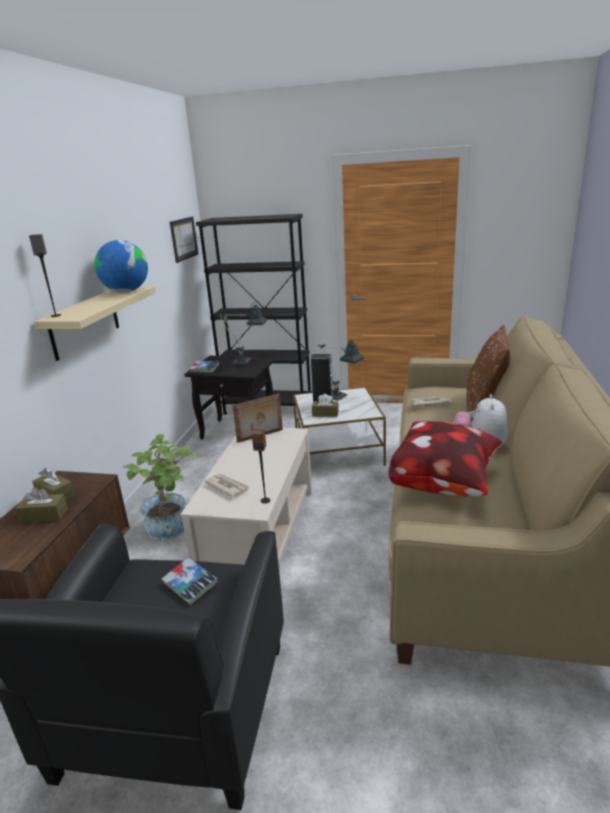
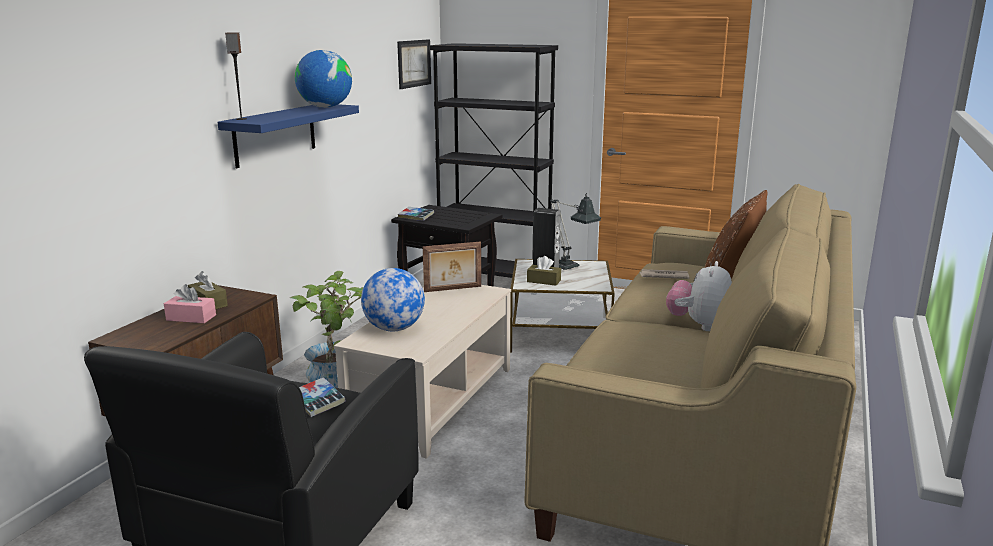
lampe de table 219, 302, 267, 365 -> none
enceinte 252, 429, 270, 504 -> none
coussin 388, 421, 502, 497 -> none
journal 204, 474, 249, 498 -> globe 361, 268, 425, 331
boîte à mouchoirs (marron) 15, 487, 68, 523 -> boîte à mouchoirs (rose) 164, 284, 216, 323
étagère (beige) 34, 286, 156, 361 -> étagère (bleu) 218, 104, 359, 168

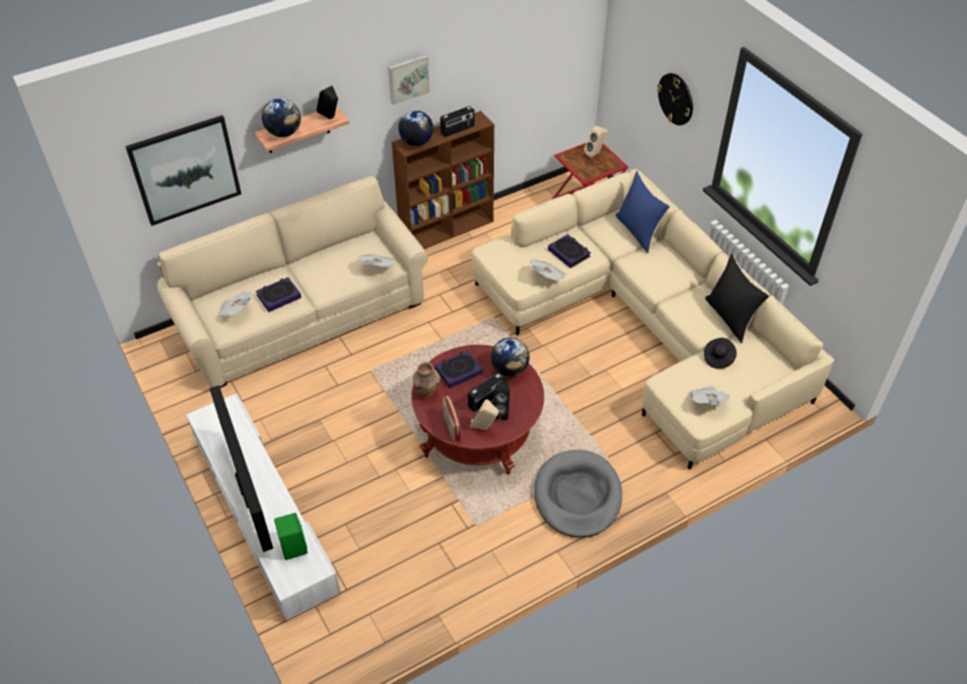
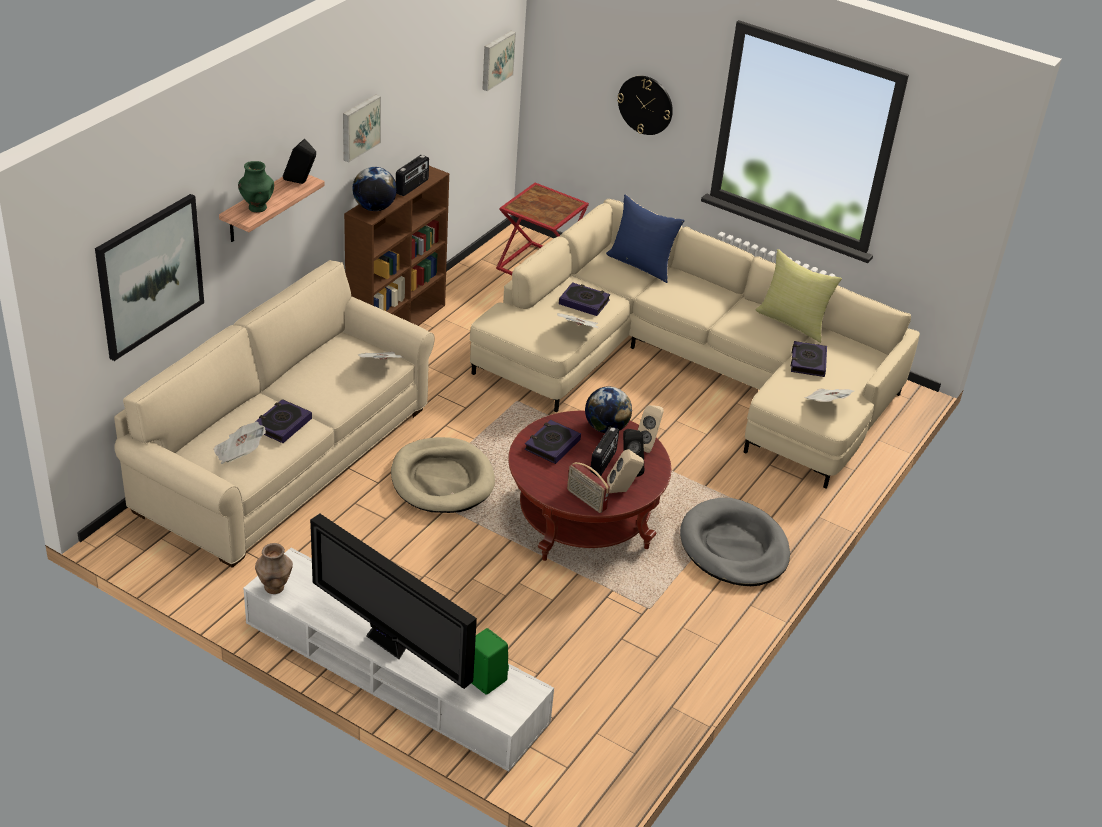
none -> panier pour chien (beige) 391, 437, 495, 513
none -> tableau 482, 31, 516, 91
vase (marron) 413, 362, 440, 398 -> vase (marron) 255, 543, 293, 594, relocated
enceinte (beige) 584, 126, 607, 158 -> enceinte (beige) 638, 405, 664, 453, relocated
globe 262, 98, 301, 137 -> vase (vert) 238, 161, 274, 213
chapeau (noir) 704, 338, 737, 369 -> livre 791, 341, 827, 377
coussin (noir) 705, 254, 769, 343 -> coussin (jaune) 755, 249, 842, 343

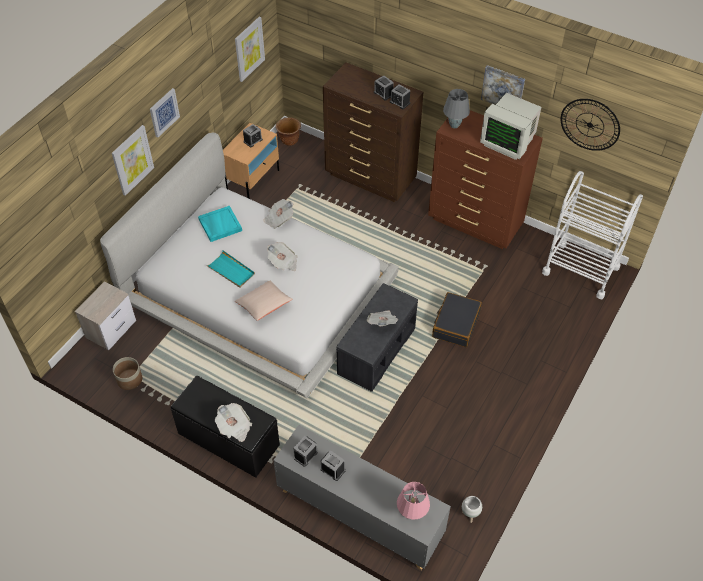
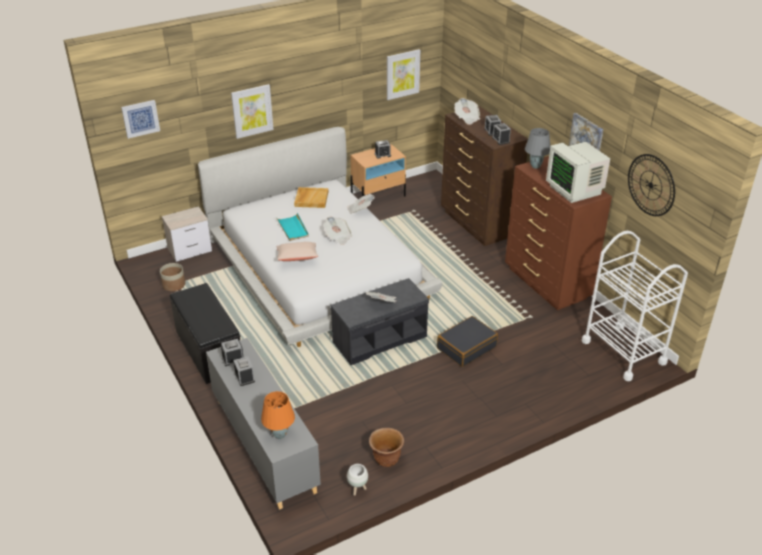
tableau 150, 88, 180, 137 -> tableau 121, 100, 160, 139, relocated
journal 215, 403, 252, 442 -> journal 454, 98, 480, 125, relocated
cache-pot (marron) 276, 117, 301, 146 -> cache-pot (marron) 369, 428, 404, 467, relocated
plateau (turquoise) 198, 206, 242, 242 -> plateau (beige) 294, 187, 328, 208
lampe de table (rose) 397, 482, 430, 519 -> lampe de table (orange) 261, 391, 295, 439

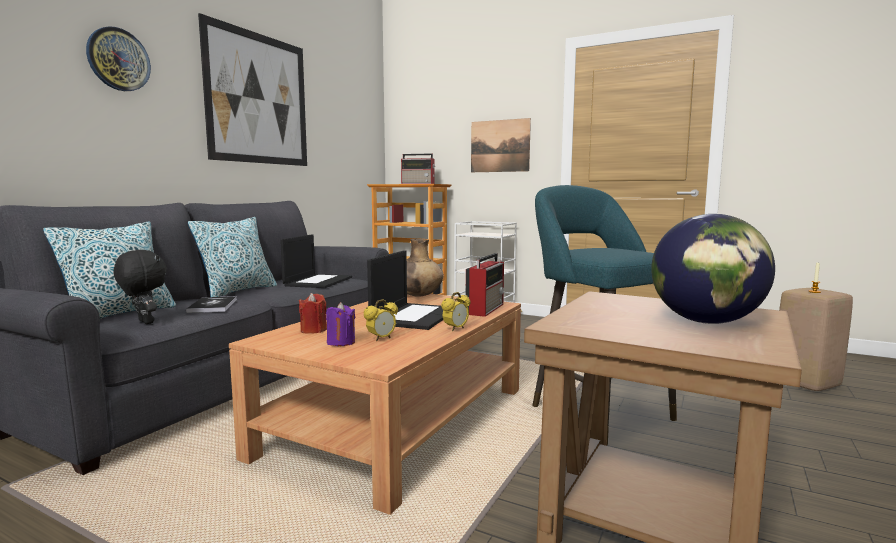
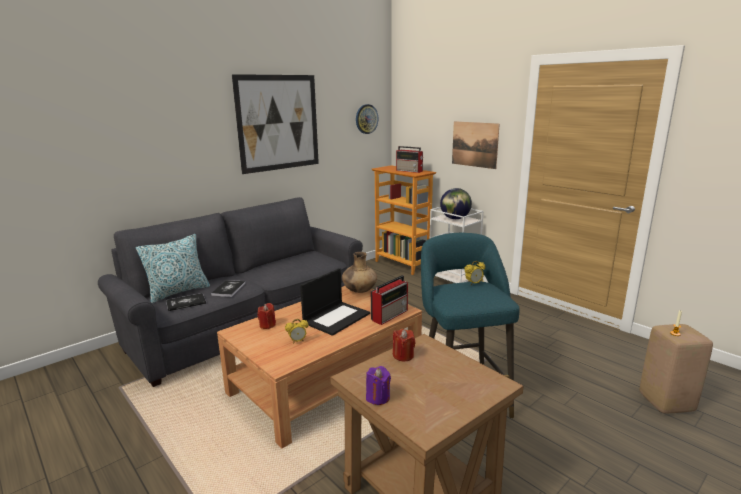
coussin 188, 217, 277, 297 -> none
ordinateur portable 280, 234, 352, 288 -> none
none -> bougie (rouge) 393, 329, 416, 361
horloge murale 86, 26, 151, 91 -> horloge murale 356, 104, 379, 134, relocated
bougie (violet) 326, 302, 355, 346 -> bougie (violet) 366, 366, 391, 405, relocated
réveil 441, 292, 471, 331 -> réveil 464, 261, 485, 285, relocated
globe 651, 214, 775, 324 -> globe 440, 188, 472, 219, relocated
peluche (noir) 113, 250, 167, 324 -> livre 166, 293, 206, 311

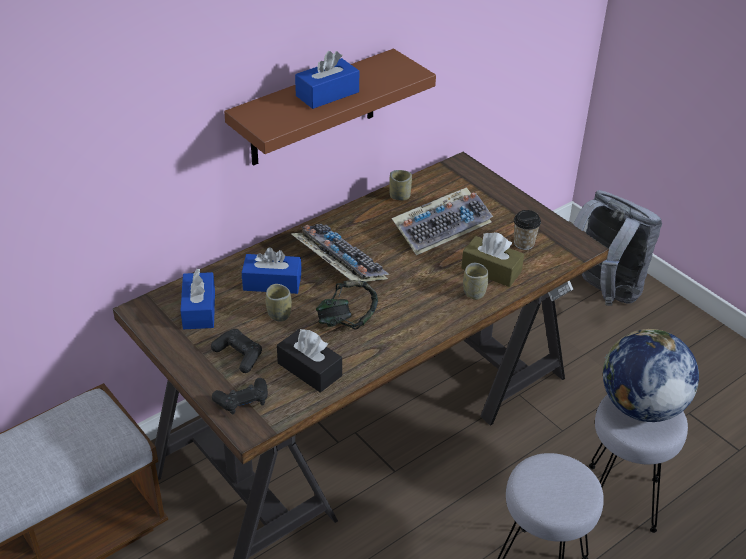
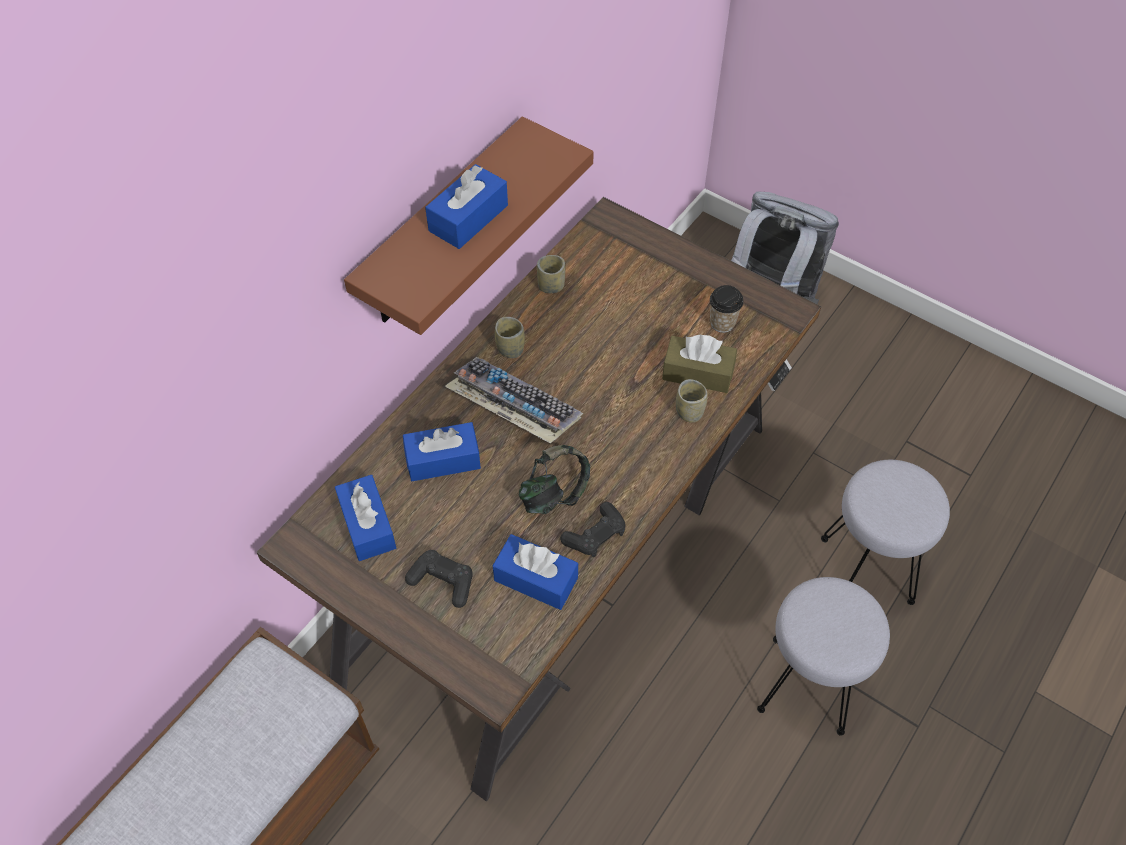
clavier 392, 187, 493, 255 -> none
globe 603, 329, 699, 422 -> none
manette (noir) 212, 378, 268, 415 -> manette (noir) 560, 502, 626, 557, relocated
tasse 266, 284, 292, 322 -> tasse 495, 317, 525, 358, relocated
boîte à mouchoirs (noir) 277, 329, 342, 392 -> boîte à mouchoirs (bleu) 493, 534, 578, 610

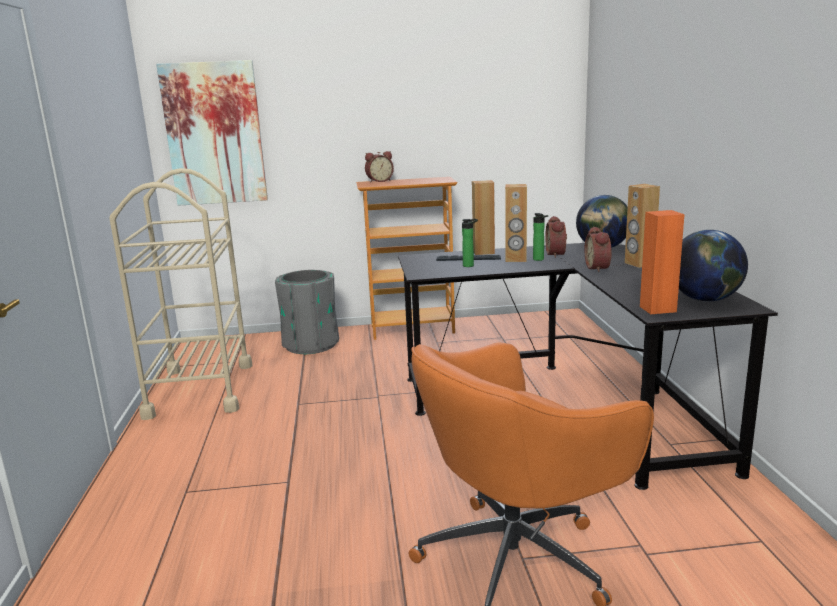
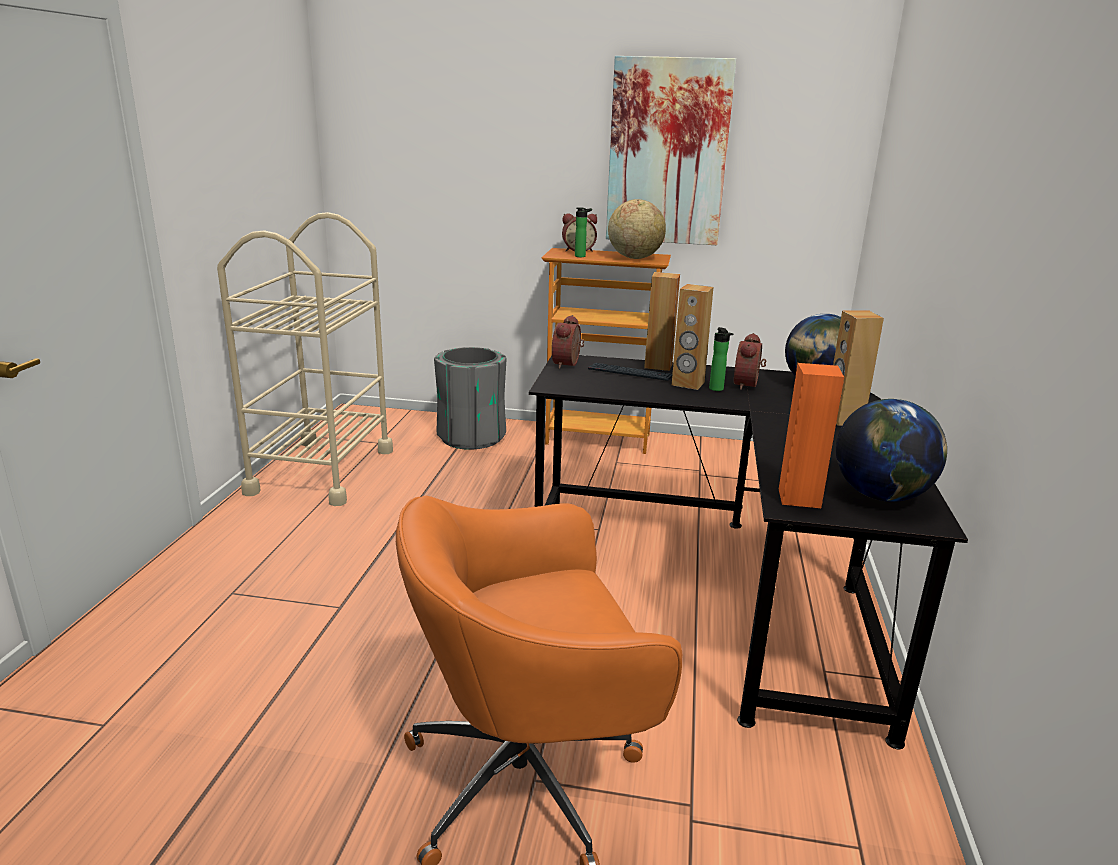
none -> globe 608, 199, 666, 259
tableau 156, 60, 268, 206 -> tableau 606, 56, 736, 245, relocated
bouteille 462, 219, 478, 267 -> bouteille 575, 207, 592, 257, relocated
réveil 584, 226, 612, 272 -> réveil 552, 315, 584, 369, relocated

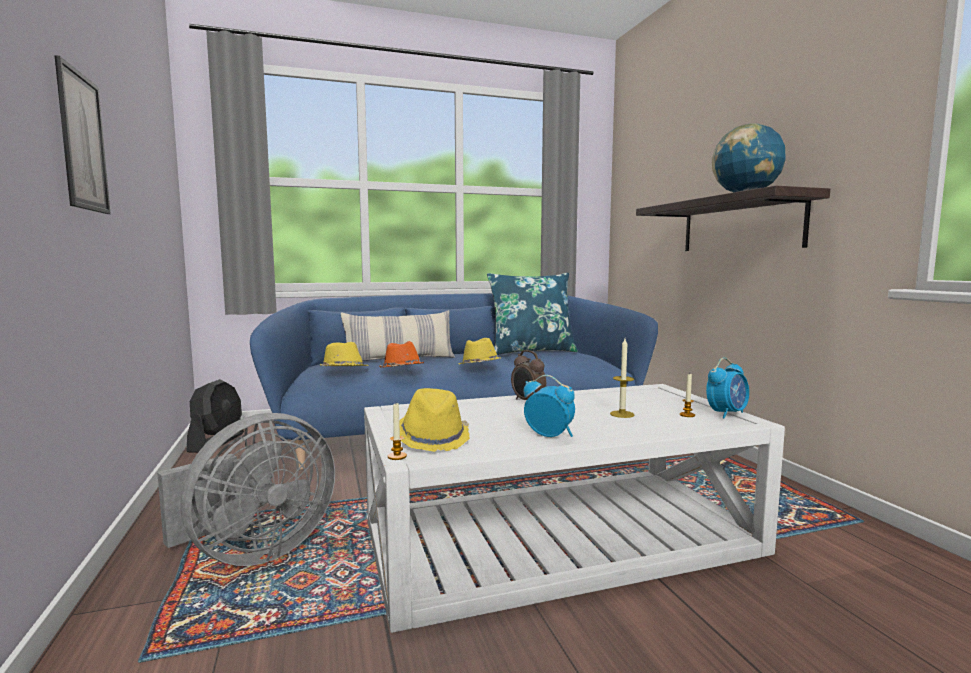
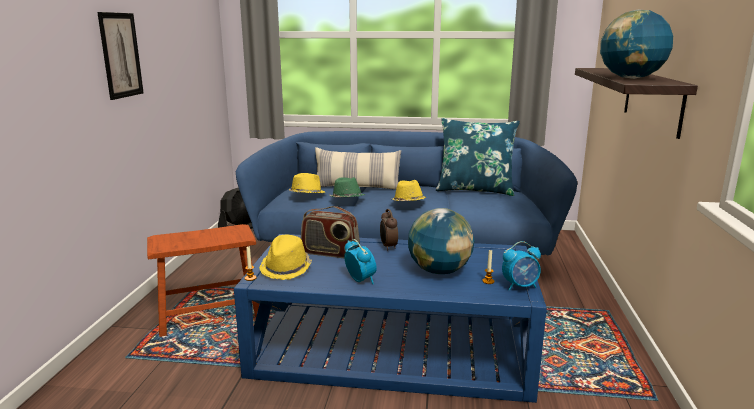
none -> radio 301, 206, 360, 258
ventilateur (gris) 157, 413, 335, 566 -> tabouret (marron) 147, 224, 259, 337
bougie 610, 339, 635, 418 -> globe 408, 208, 475, 274
table basse (blanc) 364, 384, 785, 633 -> table basse (bleu) 234, 234, 547, 403
chapeau (orange) 379, 341, 424, 368 -> chapeau (vert) 329, 177, 365, 197

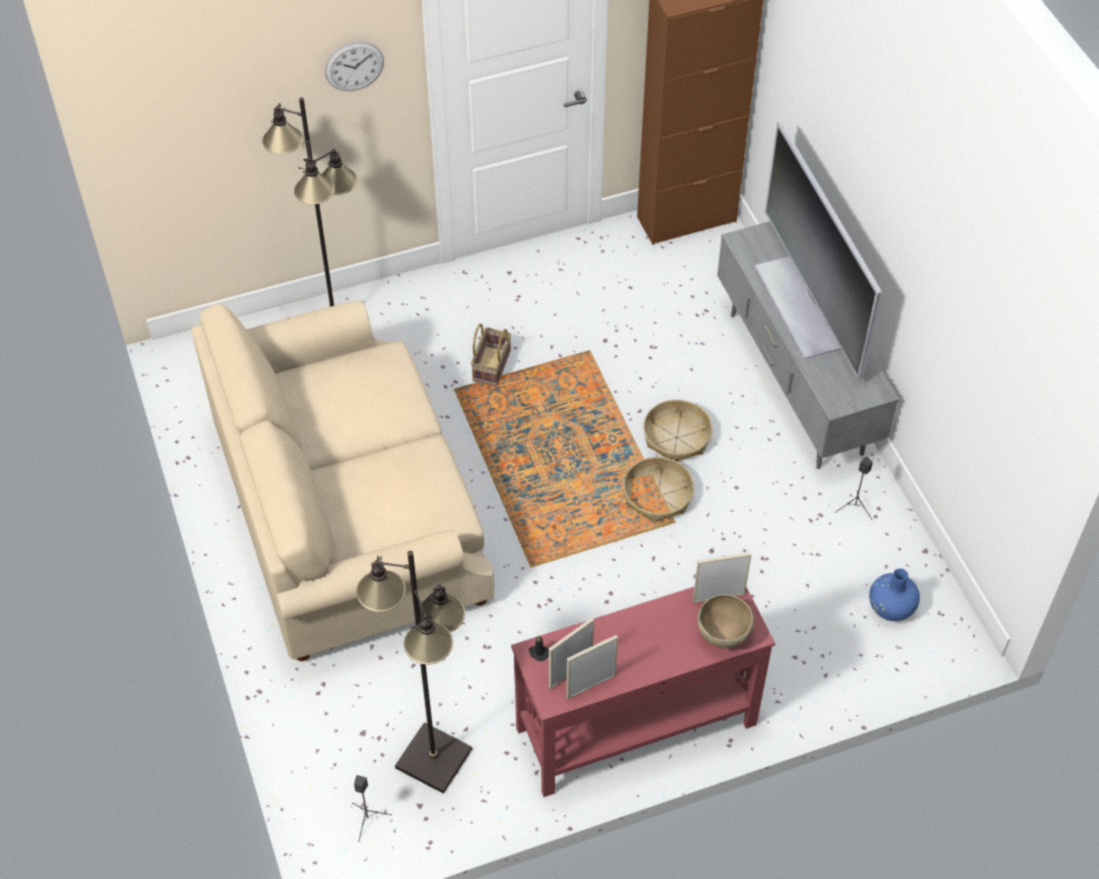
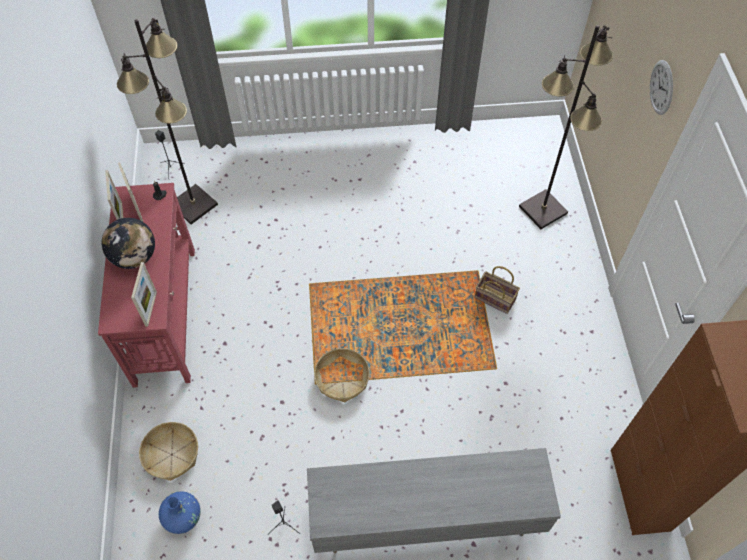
canapé (beige) 191, 300, 494, 661 -> none
bol (marron) 697, 594, 754, 649 -> none
téléviseur 755, 122, 882, 380 -> none
none -> globe 102, 218, 155, 269
panier 643, 399, 713, 461 -> panier 139, 422, 198, 481, relocated

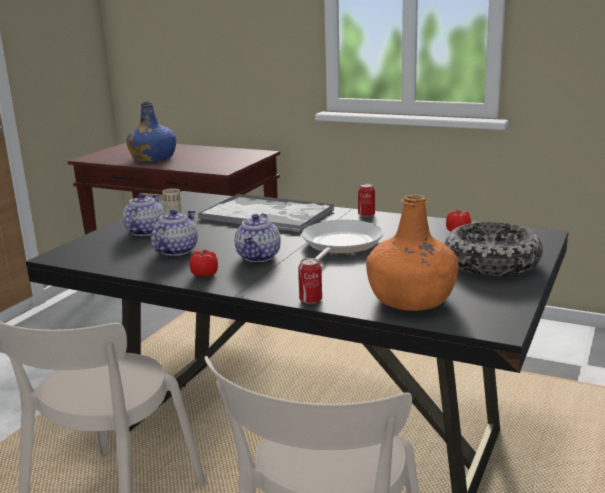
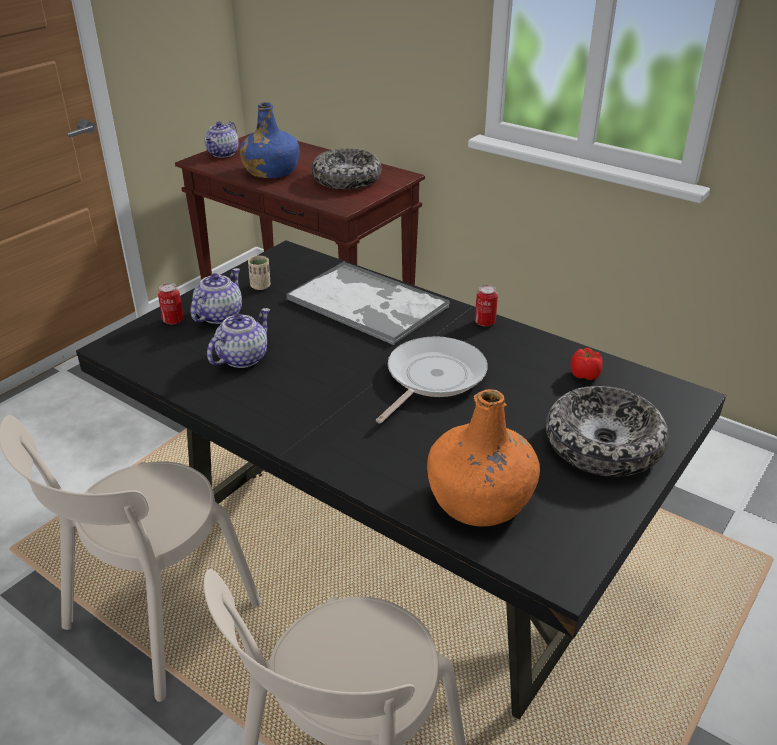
tomate 190, 250, 218, 277 -> none
none -> bol 311, 148, 382, 189
théière 234, 213, 281, 262 -> théière 204, 121, 239, 158, relocated
boîte métallique 298, 258, 322, 304 -> boîte métallique 158, 283, 184, 325, relocated

